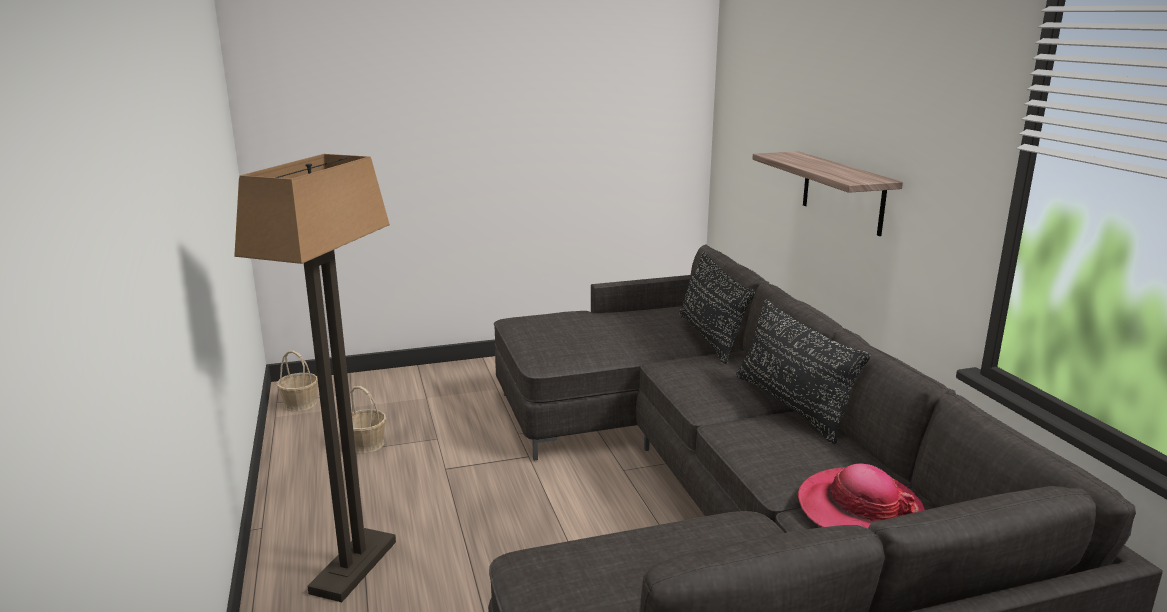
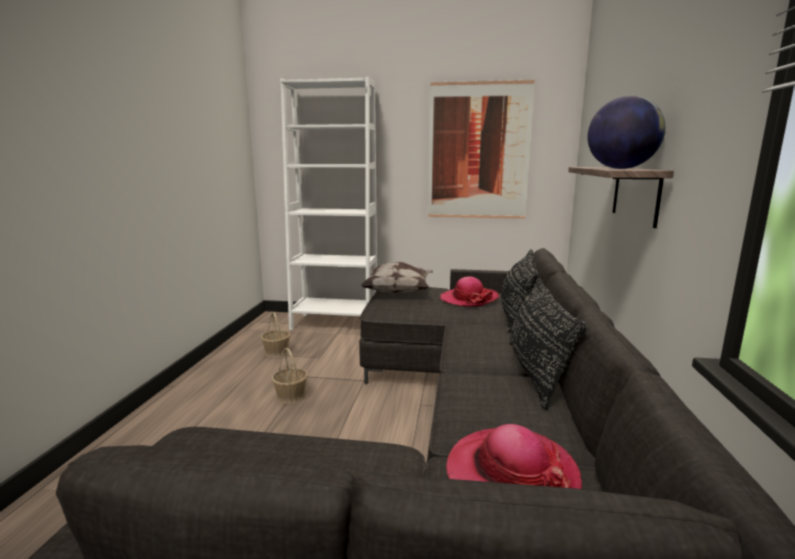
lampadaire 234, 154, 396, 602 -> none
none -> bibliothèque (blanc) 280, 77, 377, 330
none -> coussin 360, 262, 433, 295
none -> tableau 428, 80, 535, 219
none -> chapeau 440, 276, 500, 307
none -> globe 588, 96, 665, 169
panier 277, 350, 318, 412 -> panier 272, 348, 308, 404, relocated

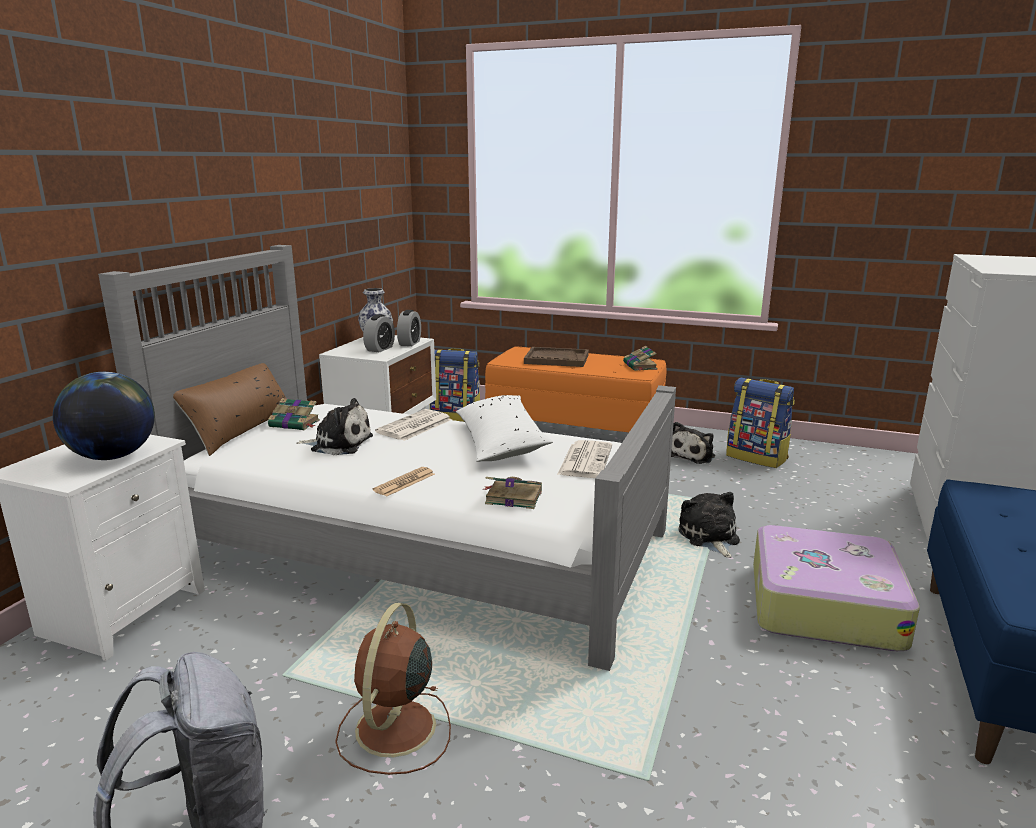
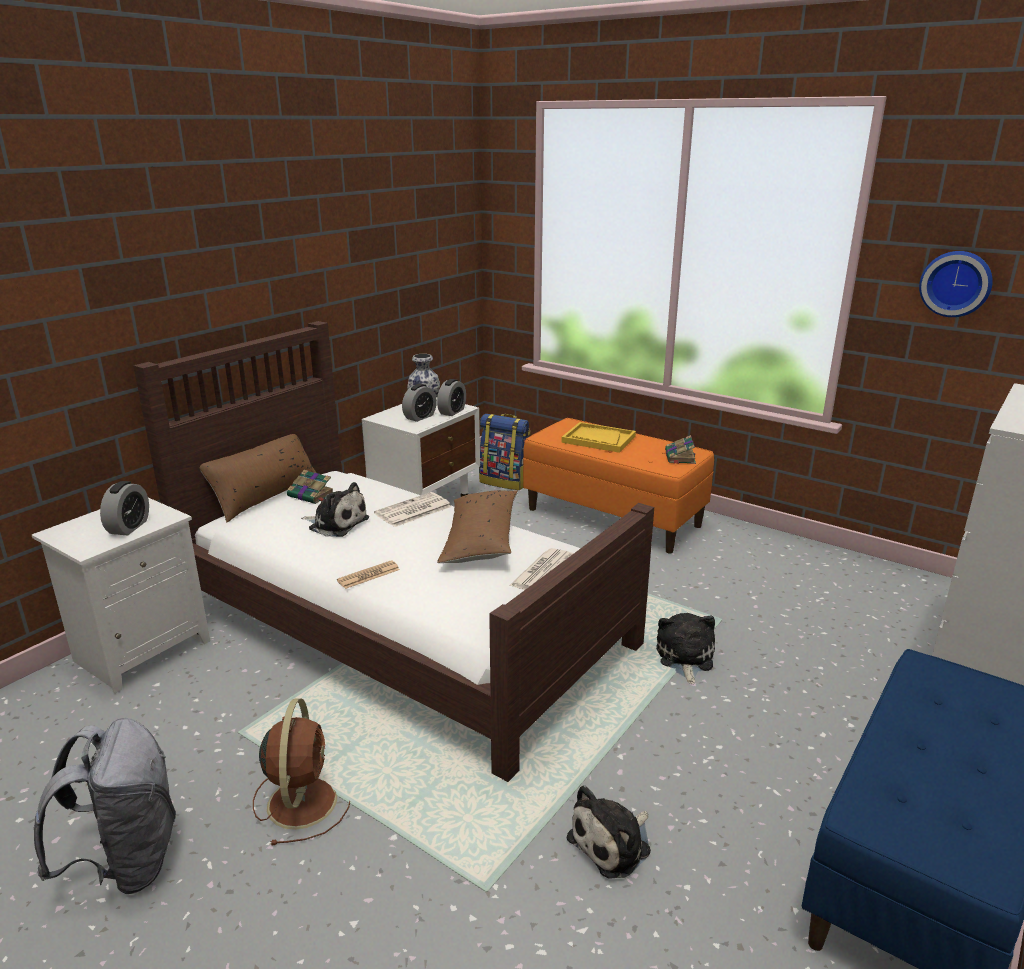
livre 484, 477, 542, 509 -> none
sac à dos 726, 377, 795, 468 -> none
valise 753, 525, 920, 651 -> none
none -> horloge murale 919, 251, 993, 317
peluche 671, 422, 715, 464 -> peluche 567, 785, 651, 878, relocated
globe 53, 372, 155, 460 -> réveil 100, 481, 149, 535
lit (gris) 98, 245, 676, 671 -> lit (marron) 133, 321, 654, 782
coussin (blanc) 456, 395, 553, 462 -> coussin (marron) 437, 490, 518, 563
plateau (marron) 524, 347, 589, 367 -> plateau (jaune) 561, 422, 636, 453
ventilateur (marron) 335, 603, 451, 775 -> ventilateur (marron) 253, 698, 350, 845, 150 degrees clockwise

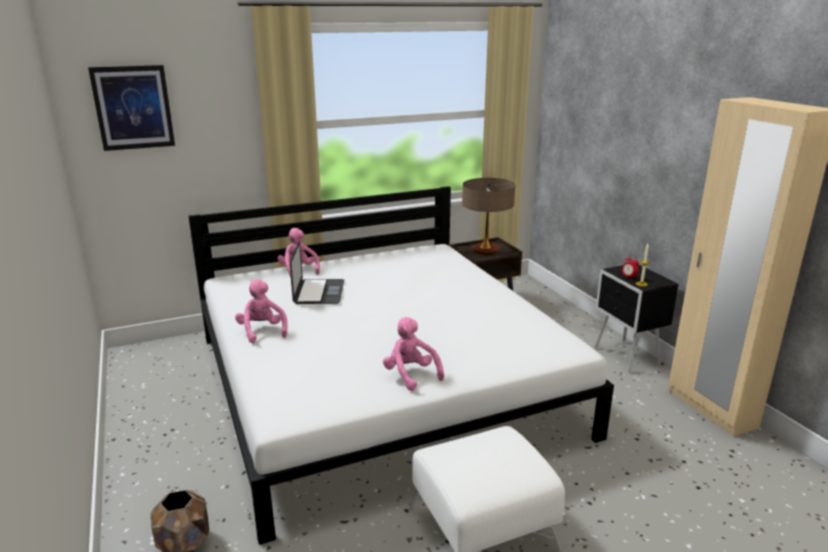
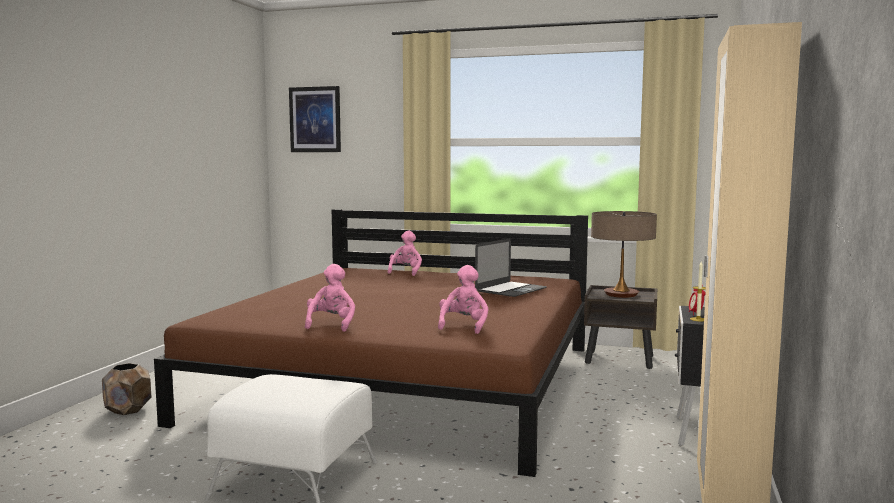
peluche (rose) 235, 279, 288, 343 -> peluche (rose) 438, 265, 488, 334, relocated
ordinateur portable 290, 241, 344, 304 -> ordinateur portable 475, 239, 547, 297, relocated
lit (blanc) 188, 186, 614, 545 -> lit (marron) 154, 209, 588, 477

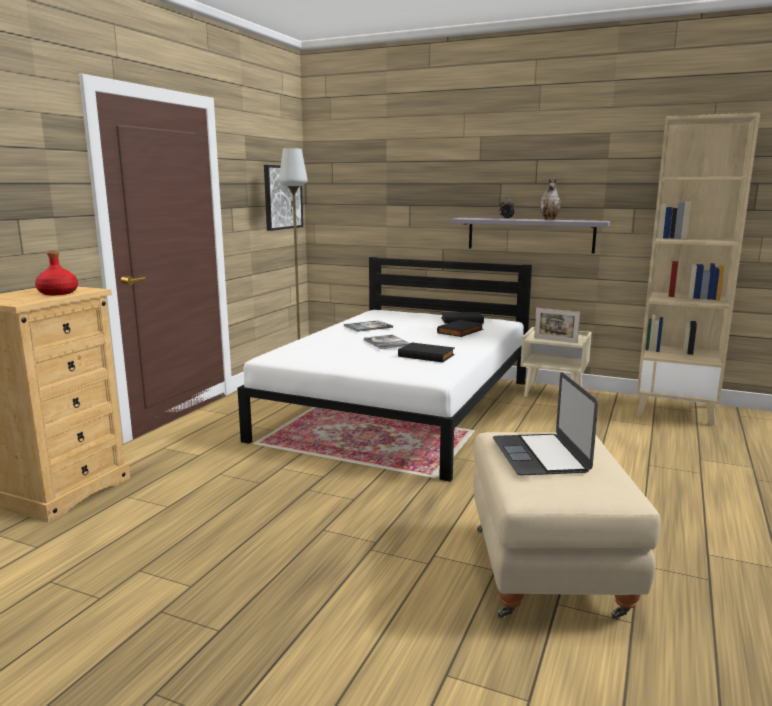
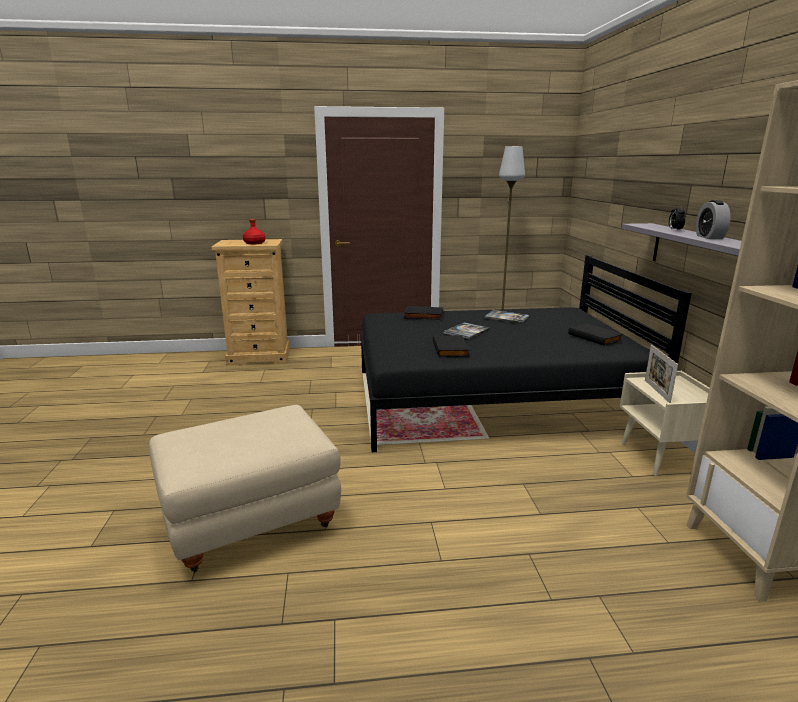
tableau 264, 165, 303, 231 -> none
ordinateur portable 493, 372, 598, 475 -> none
livre (noir) 437, 320, 484, 337 -> livre (noir) 404, 306, 443, 320, relocated
vase 540, 178, 561, 220 -> réveil 696, 200, 730, 239
lit (blanc) 237, 257, 532, 482 -> lit (noir) 361, 255, 692, 452

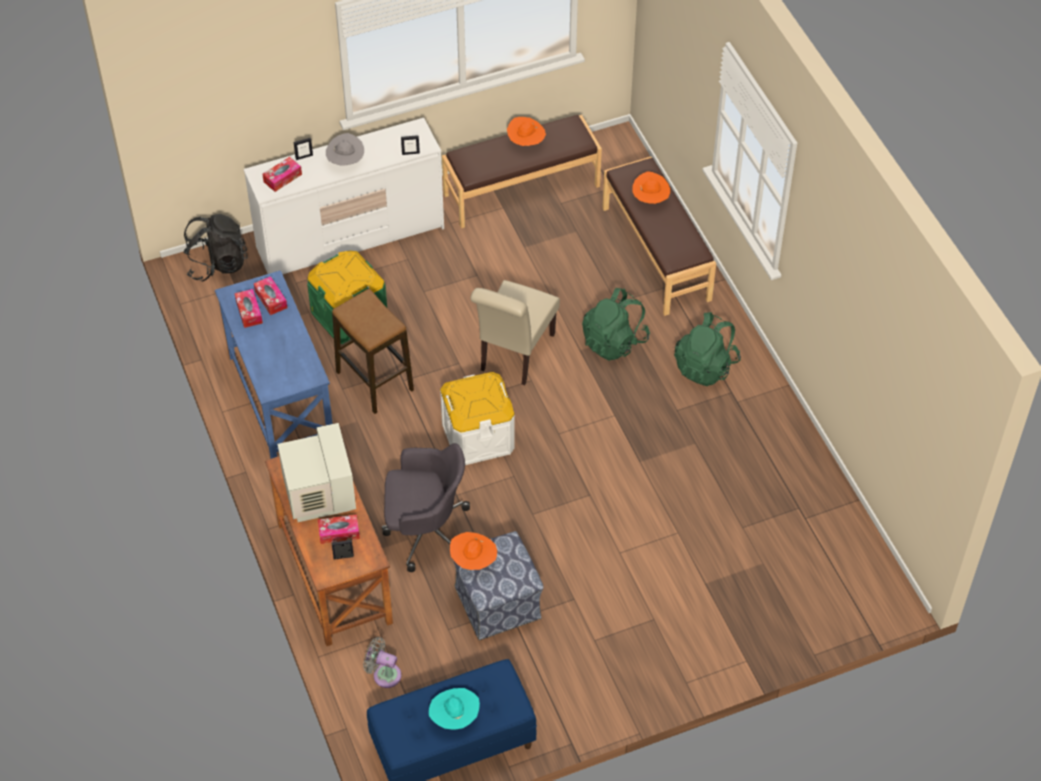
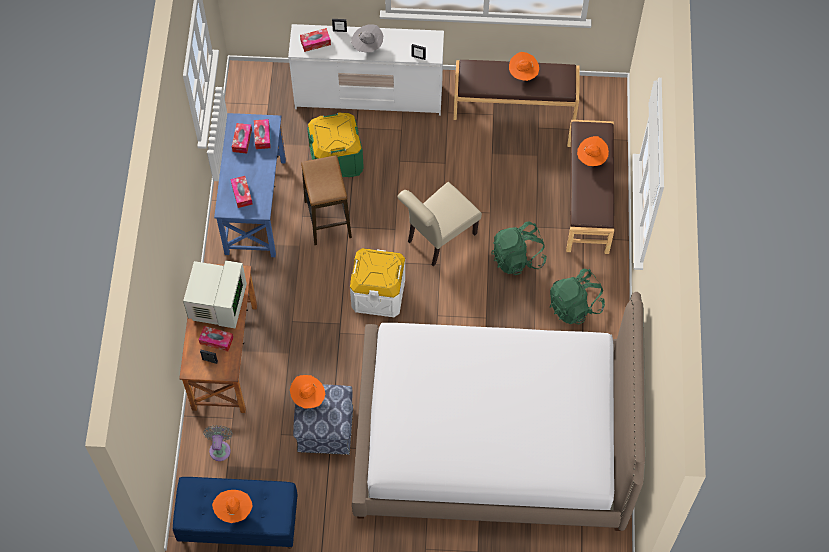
sac à dos (noir) 184, 214, 248, 281 -> none
chaise de bureau (gris) 382, 443, 470, 572 -> none
none -> boîte à mouchoirs 231, 176, 253, 208
none -> lit 352, 292, 646, 531
chapeau (turquoise) 429, 688, 480, 730 -> chapeau (orange) 212, 490, 253, 523
ventilateur (gris) 363, 637, 401, 688 -> ventilateur (gris) 203, 425, 233, 461, 45 degrees clockwise

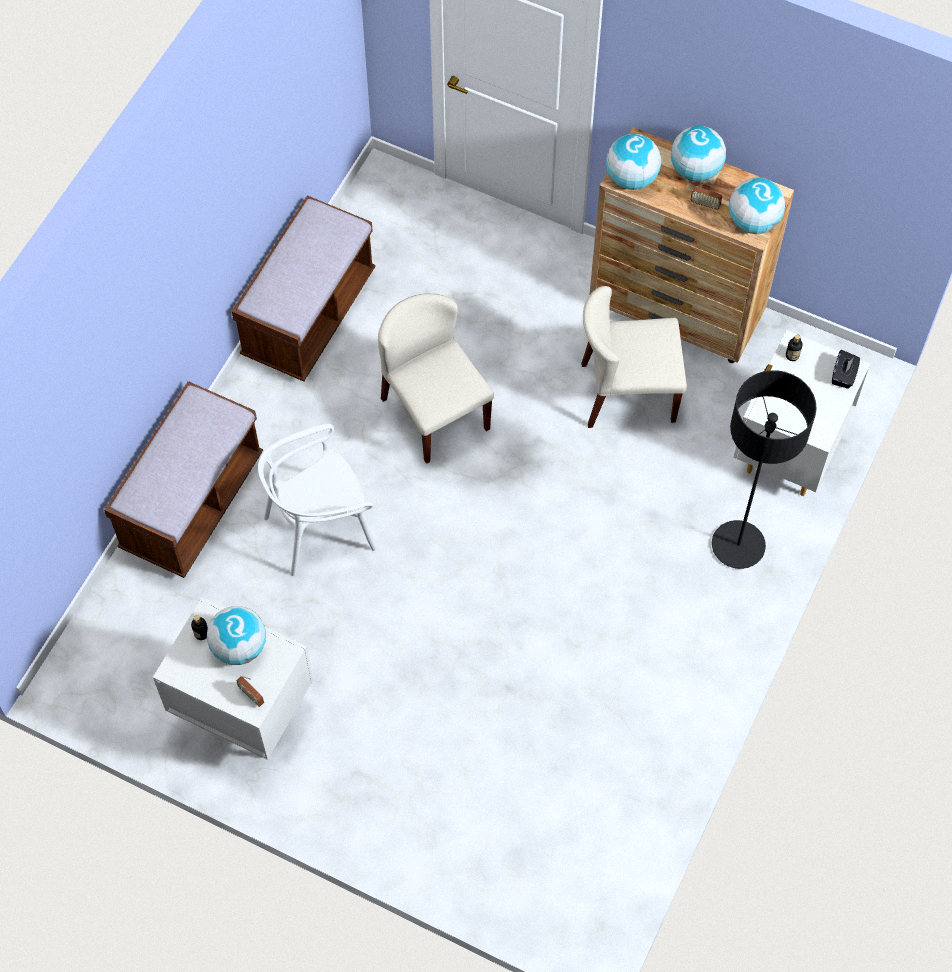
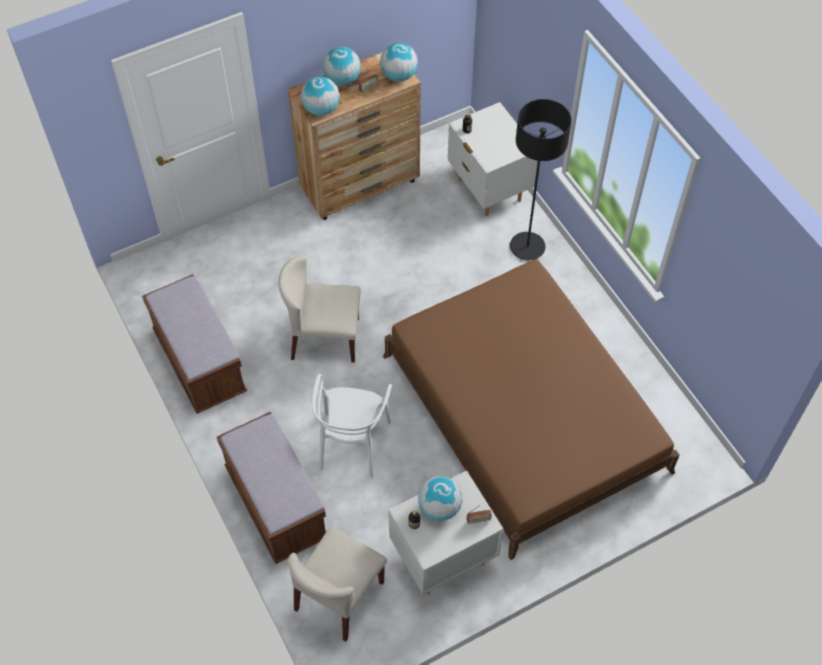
boîte à mouchoirs (noir) 832, 350, 860, 389 -> none
none -> lit (marron) 383, 259, 680, 560
chaise (beige) 581, 286, 687, 428 -> chaise (beige) 288, 526, 387, 642, relocated

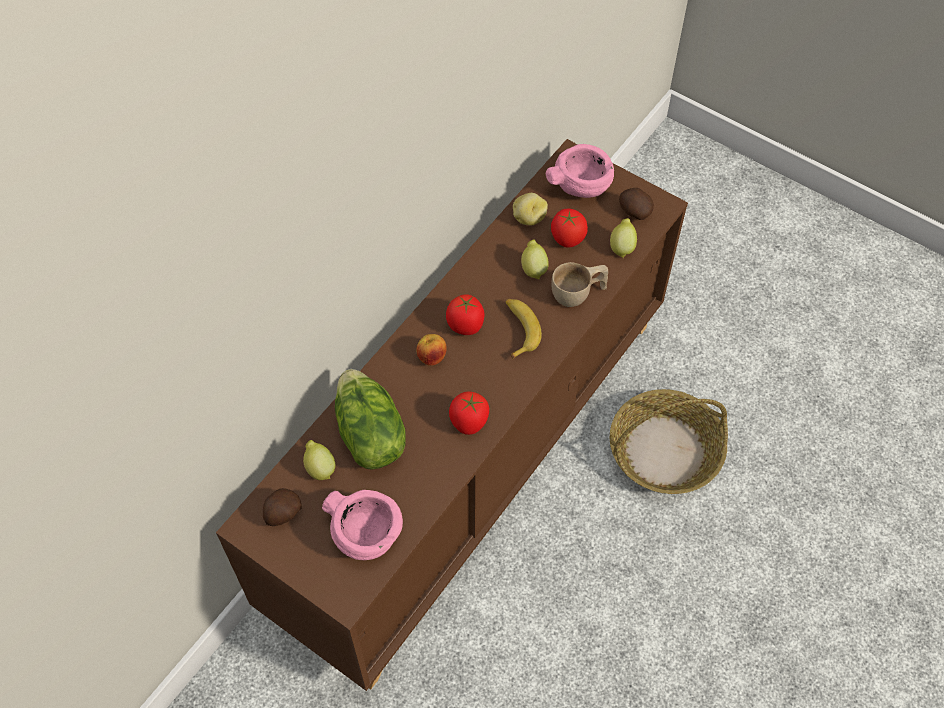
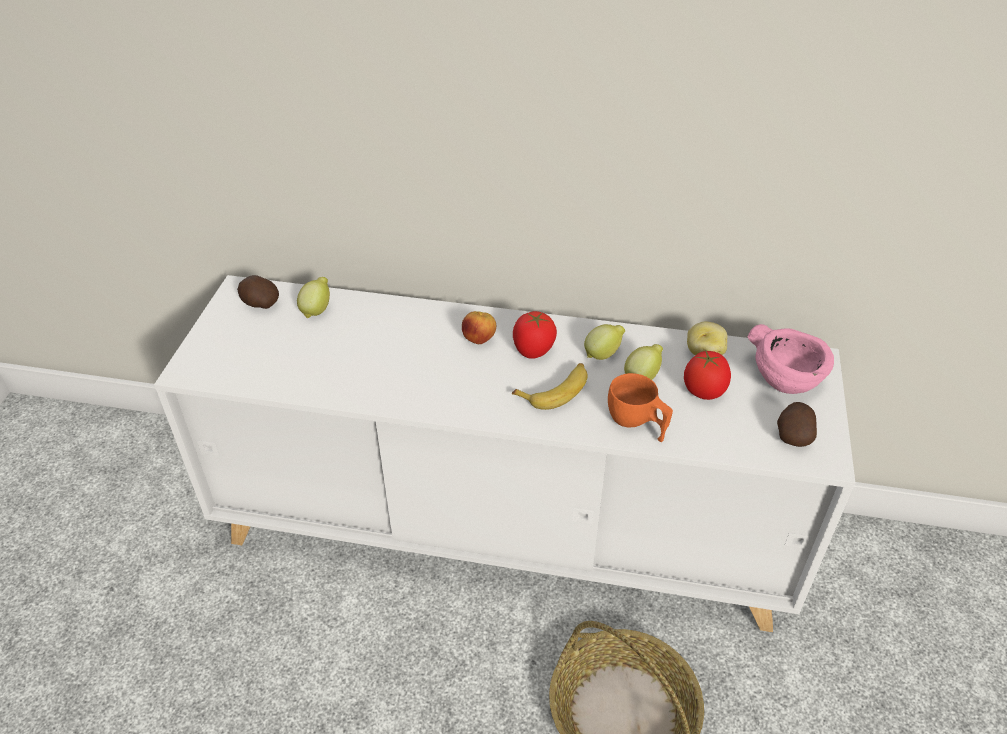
bol (rose) 322, 490, 403, 560 -> none
laitue 335, 369, 406, 470 -> none
tomate 449, 391, 489, 435 -> none
citron 610, 218, 637, 258 -> citron 584, 324, 625, 360, relocated
meuble de rangement (marron) 216, 139, 688, 691 -> meuble de rangement (blanc) 154, 275, 855, 632
tasse (beige) 551, 262, 608, 307 -> tasse (orange) 608, 373, 673, 442

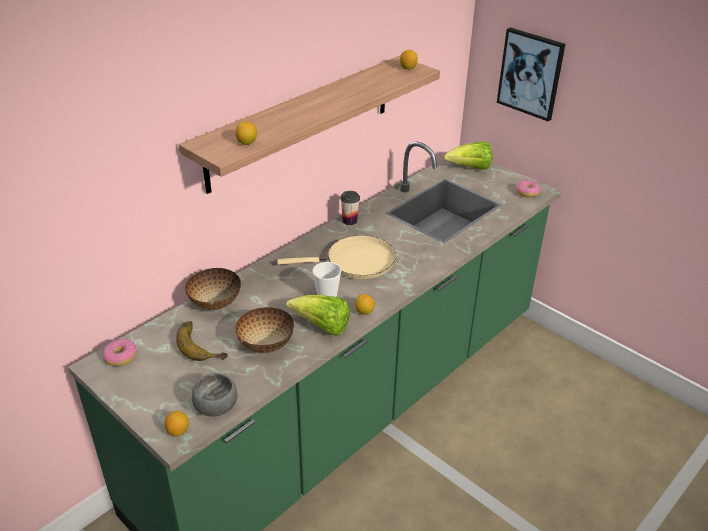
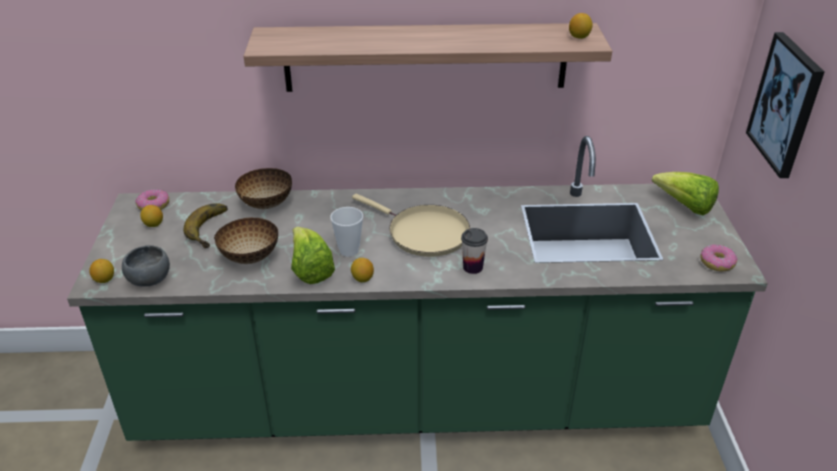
citron 235, 121, 257, 145 -> citron 140, 205, 163, 227, relocated
tasse 340, 191, 360, 225 -> tasse 461, 228, 488, 274, relocated

